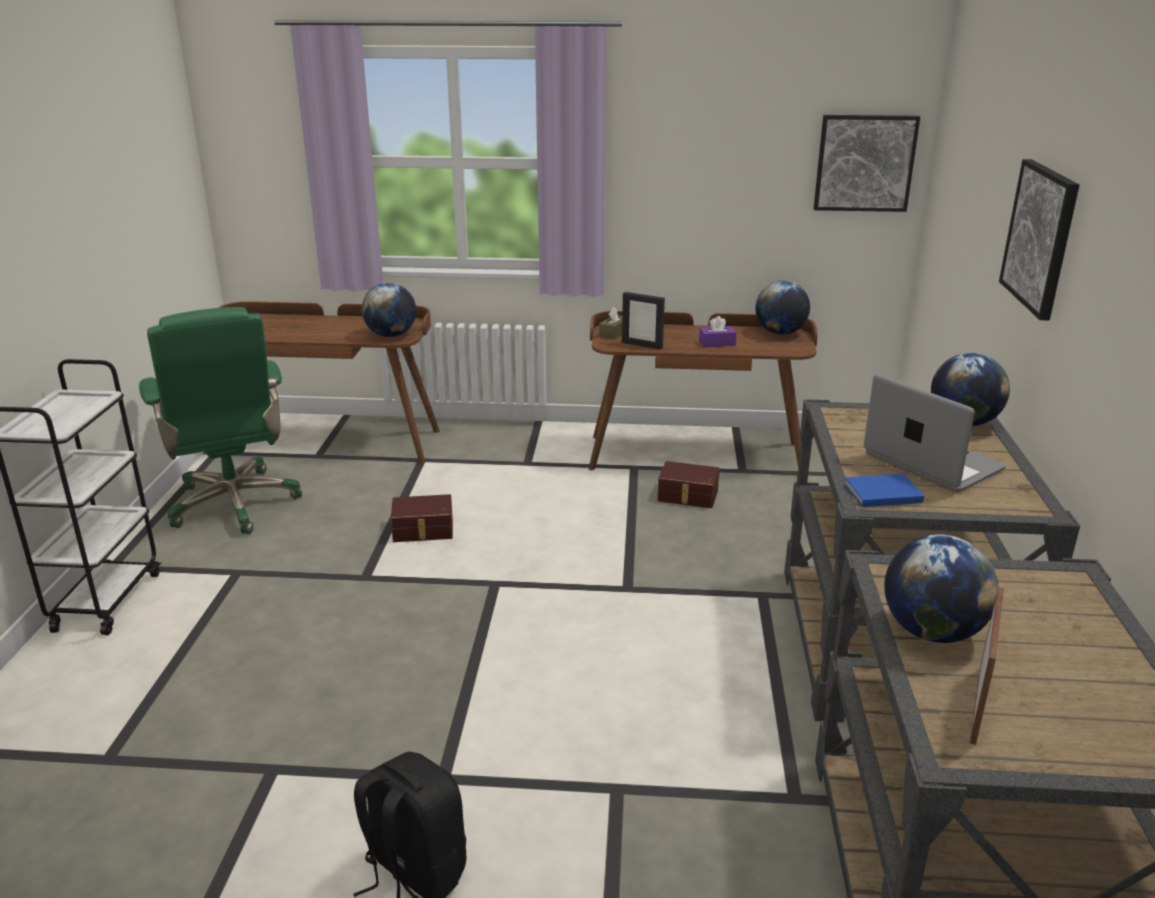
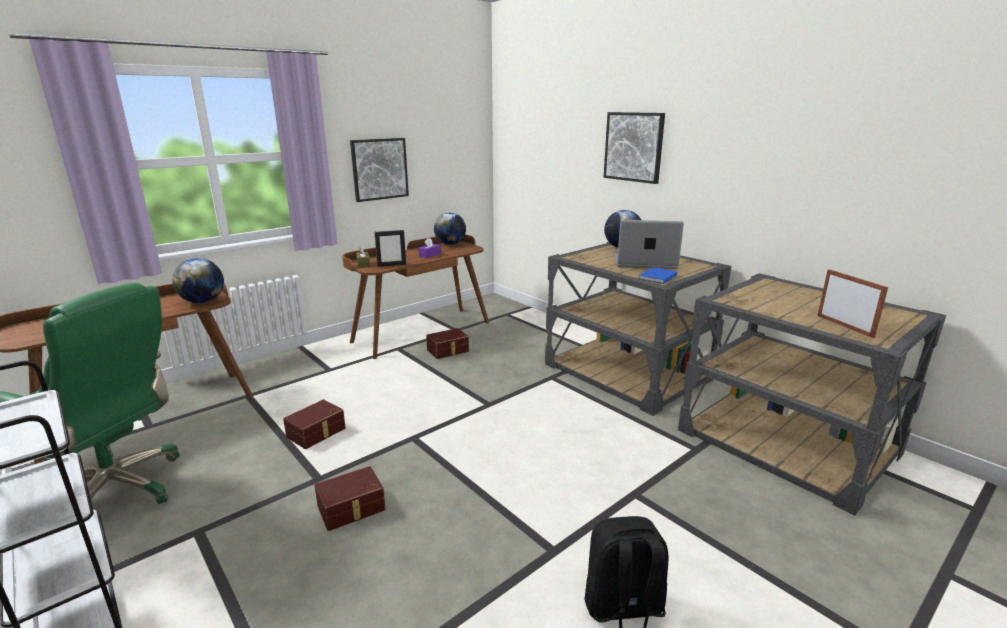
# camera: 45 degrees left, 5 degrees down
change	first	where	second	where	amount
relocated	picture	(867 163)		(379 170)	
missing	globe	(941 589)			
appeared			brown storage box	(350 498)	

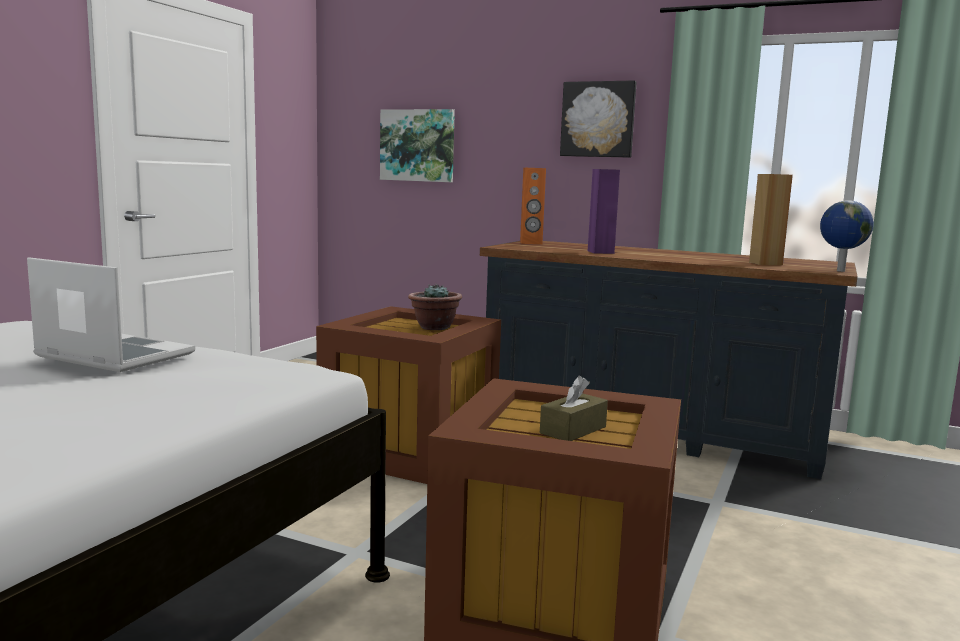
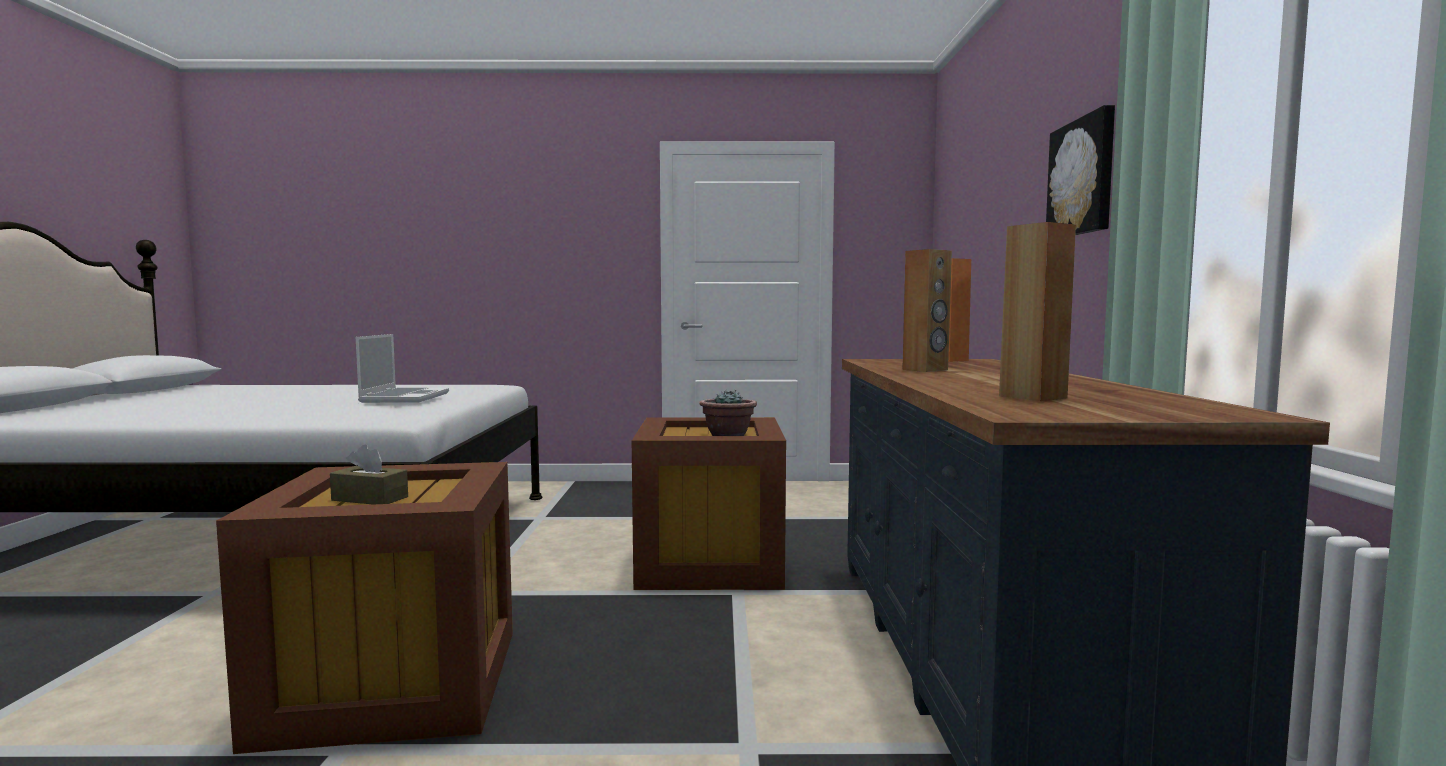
# camera: 65 degrees right, 5 degrees down
change	first	where	second	where	amount
missing	picture	(417 145)			
colour	purple speaker	(604 211)	brown speaker	(927 310)	
missing	globe	(847 236)			

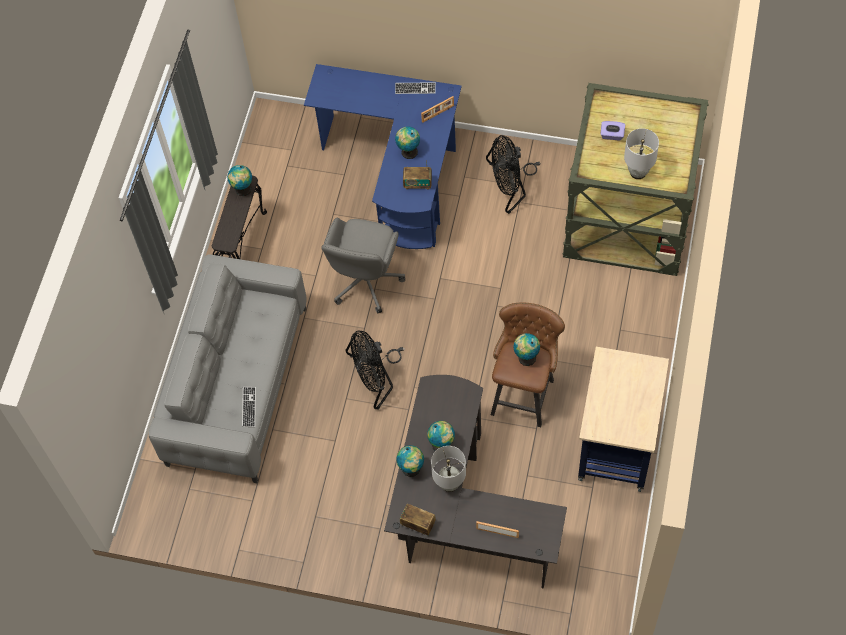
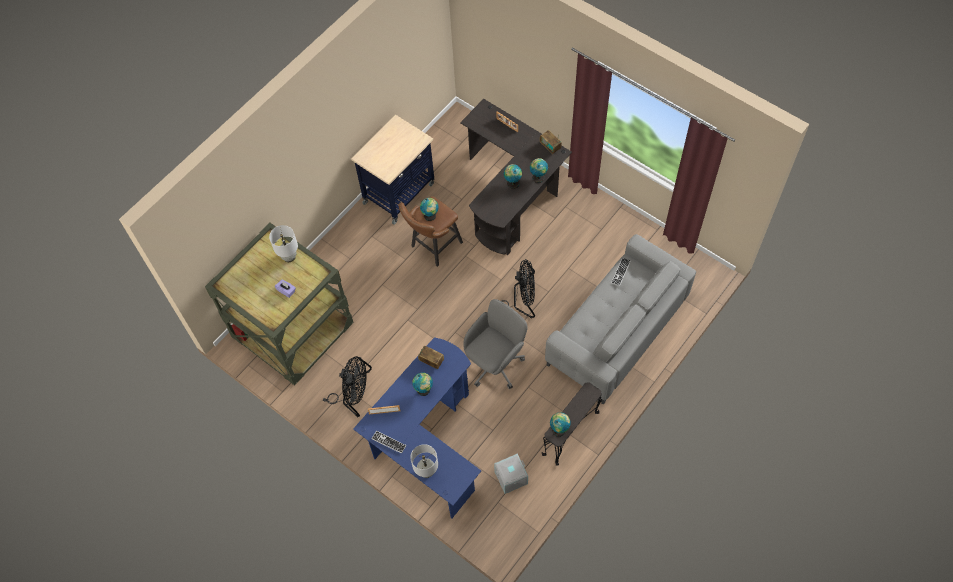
# camera: 155 degrees left, 0 degrees up
change	first	where	second	where	amount
relocated	white table lamp	(448 469)		(424 461)	
appeared			grey storage box	(511 473)	

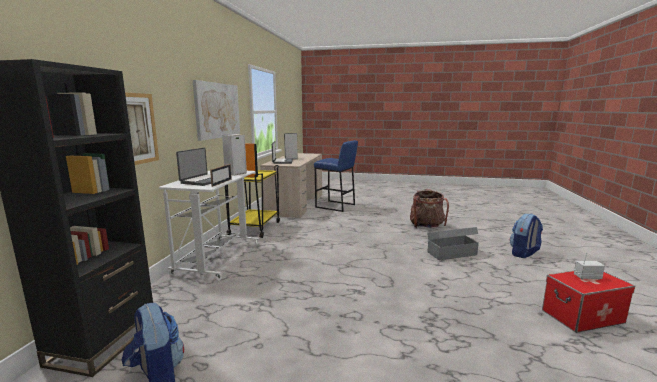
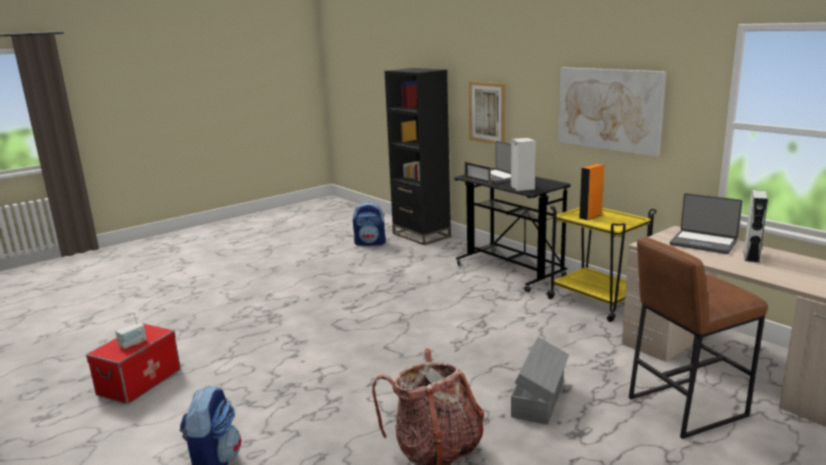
# camera: 130 degrees right, 5 degrees up
change	first	where	second	where	amount
colour	white desk	(209 226)	black desk	(512 230)	
colour	blue stool	(336 176)	brown stool	(698 338)	
relocated	grey storage box	(453 243)		(540 380)	

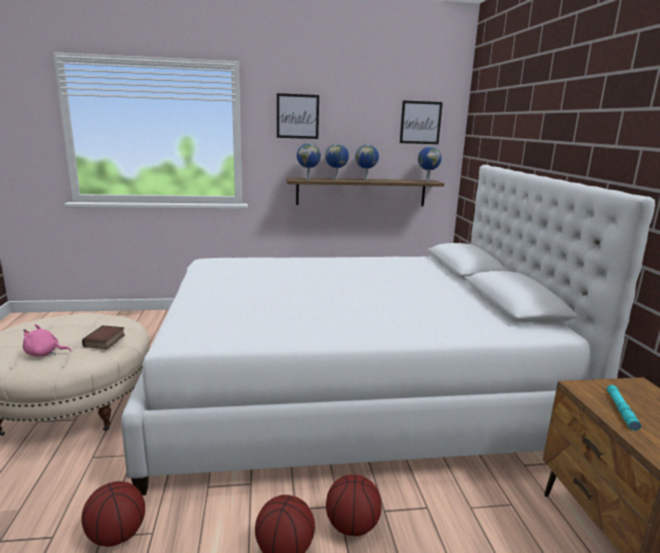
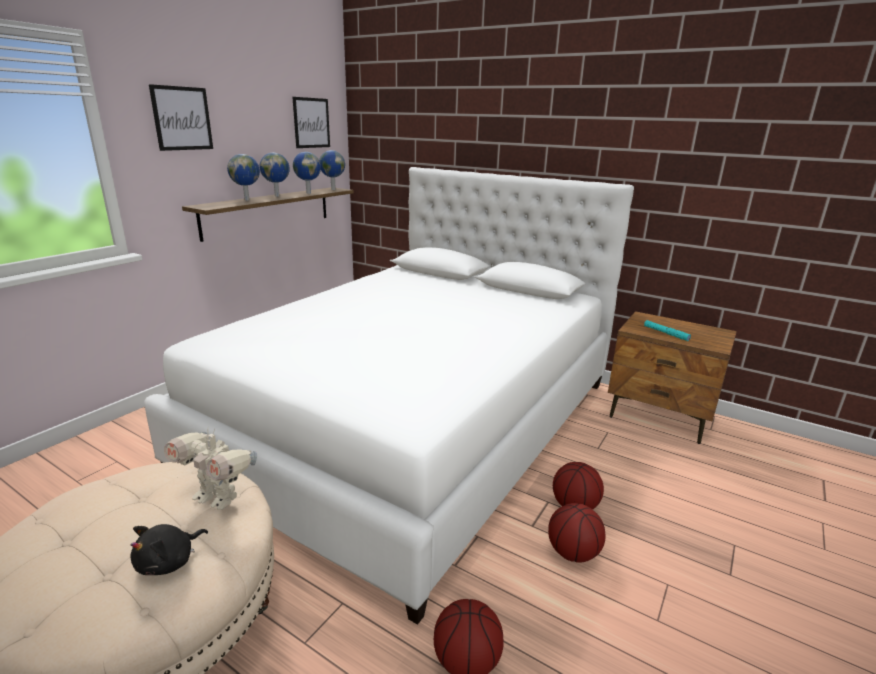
# camera: 50 degrees left, 5 degrees up
change	first	where	second	where	amount
colour	pink plush toy	(47 340)	black plush toy	(169 549)	
exchanged	book	(103 337)	toy robot	(210 469)	
relocated	globe	(309 161)		(307 173)	

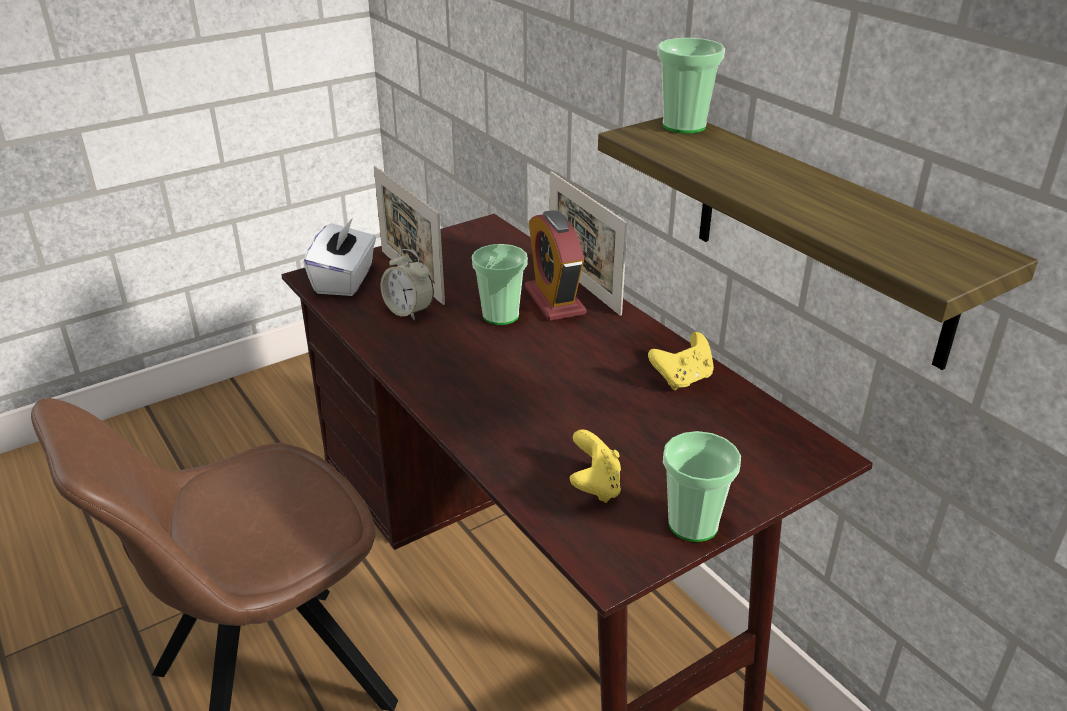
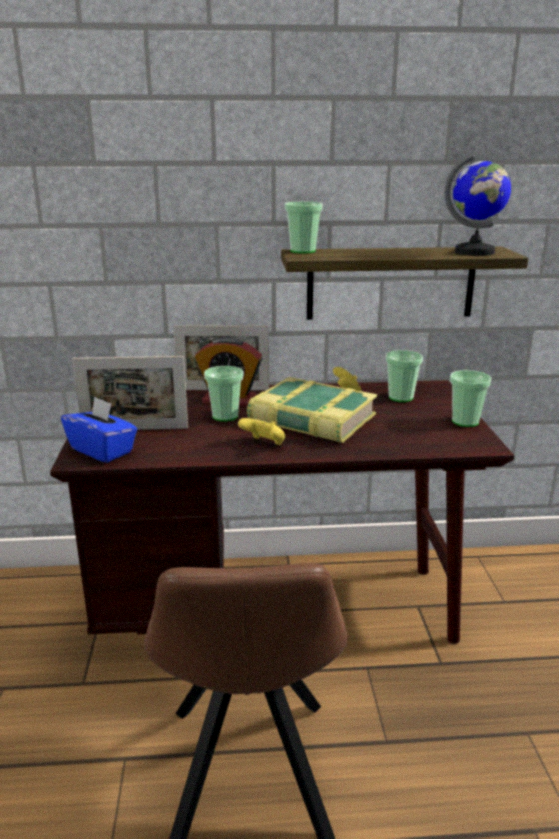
# camera: 60 degrees left, 10 degrees down
change	first	where	second	where	amount
colour	white tissue box	(339 257)	blue tissue box	(99 429)	
missing	alarm clock	(407 285)			
relocated	yellow game controller	(595 466)		(261 431)	
appeared			book	(312 410)	
appeared			cup	(404 376)	
appeared			globe	(478 204)	

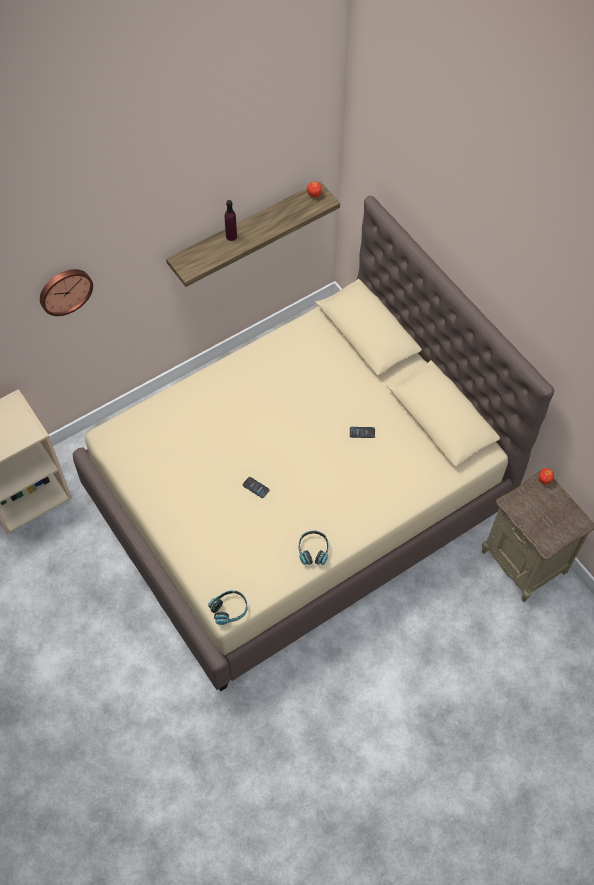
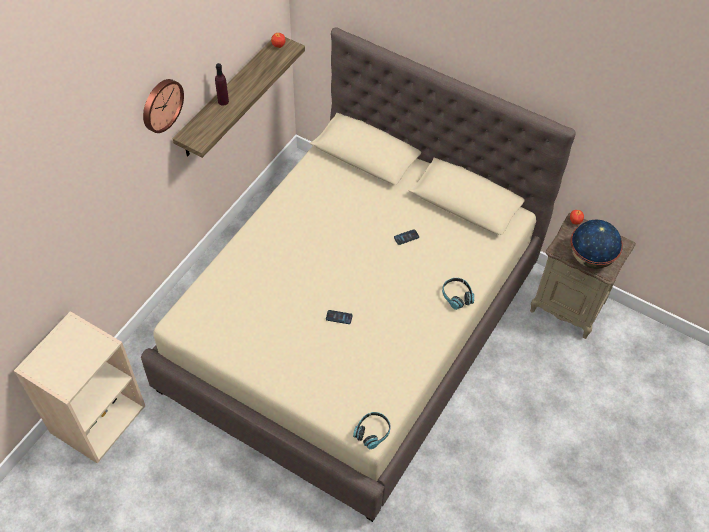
# camera: 25 degrees left, 5 degrees down
change	first	where	second	where	amount
relocated	wall clock	(66 292)		(163 106)	
relocated	headphones	(314 547)		(458 294)	
appeared			globe	(596 244)	

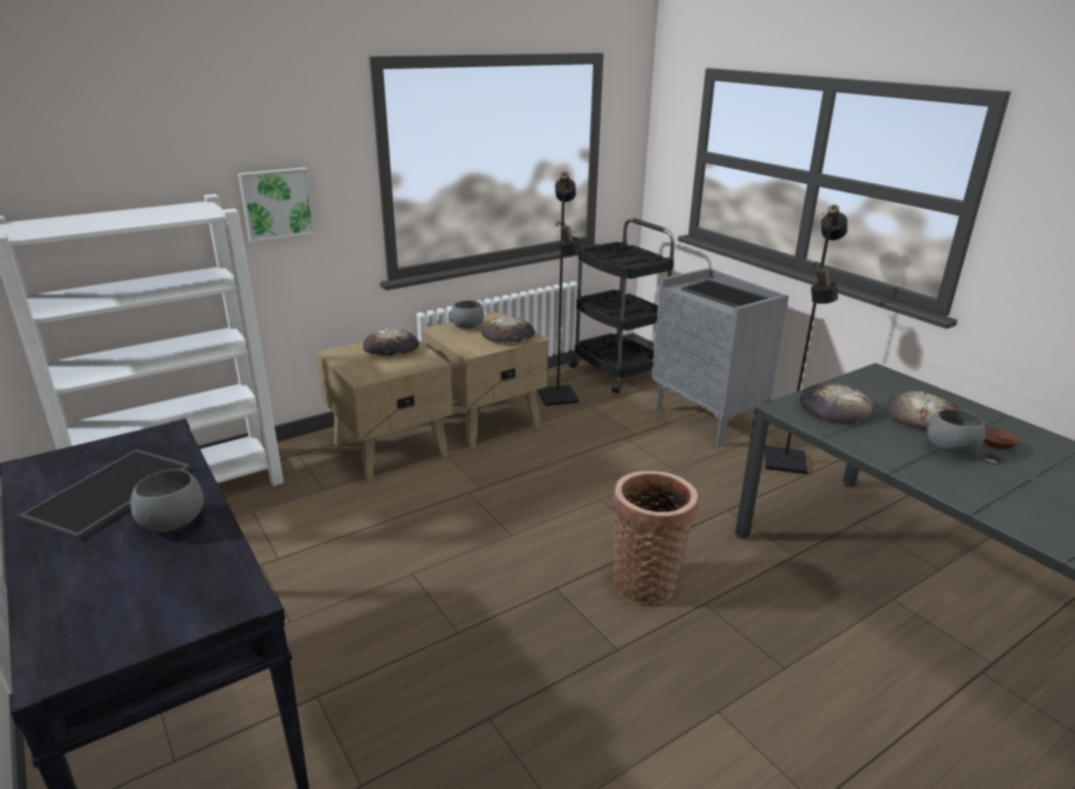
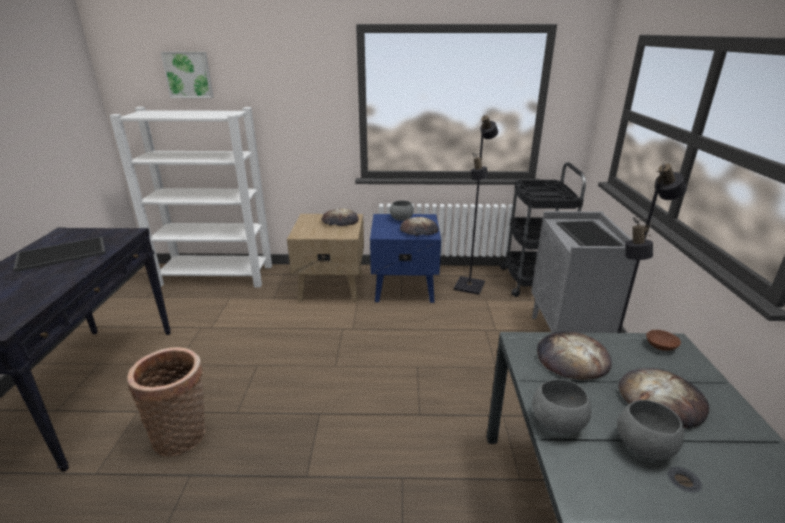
# camera: 35 degrees right, 0 degrees up
change	first	where	second	where	amount
relocated	grey bowl	(167 500)		(561 406)	
relocated	picture	(277 204)		(187 75)	
colour	beige nightstand	(484 380)	blue nightstand	(405 258)	
relocated	basket	(655 538)		(166 402)	
relocated	brown bowl	(1001 438)		(663 340)	

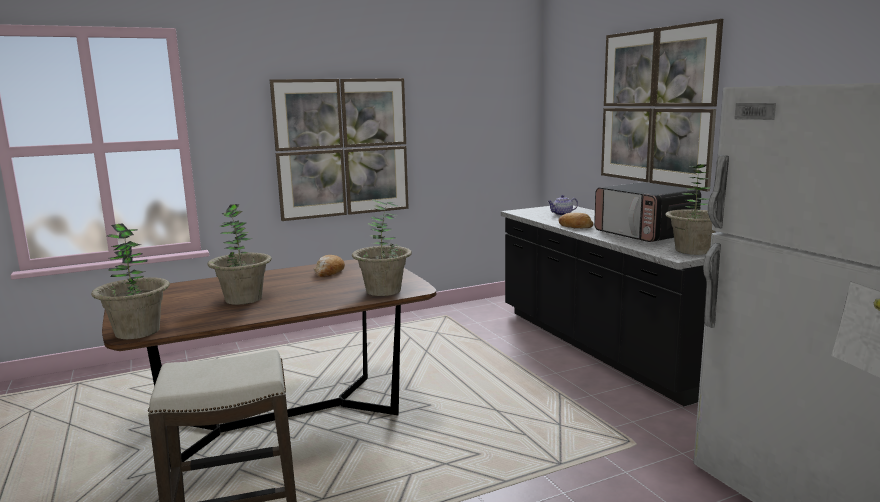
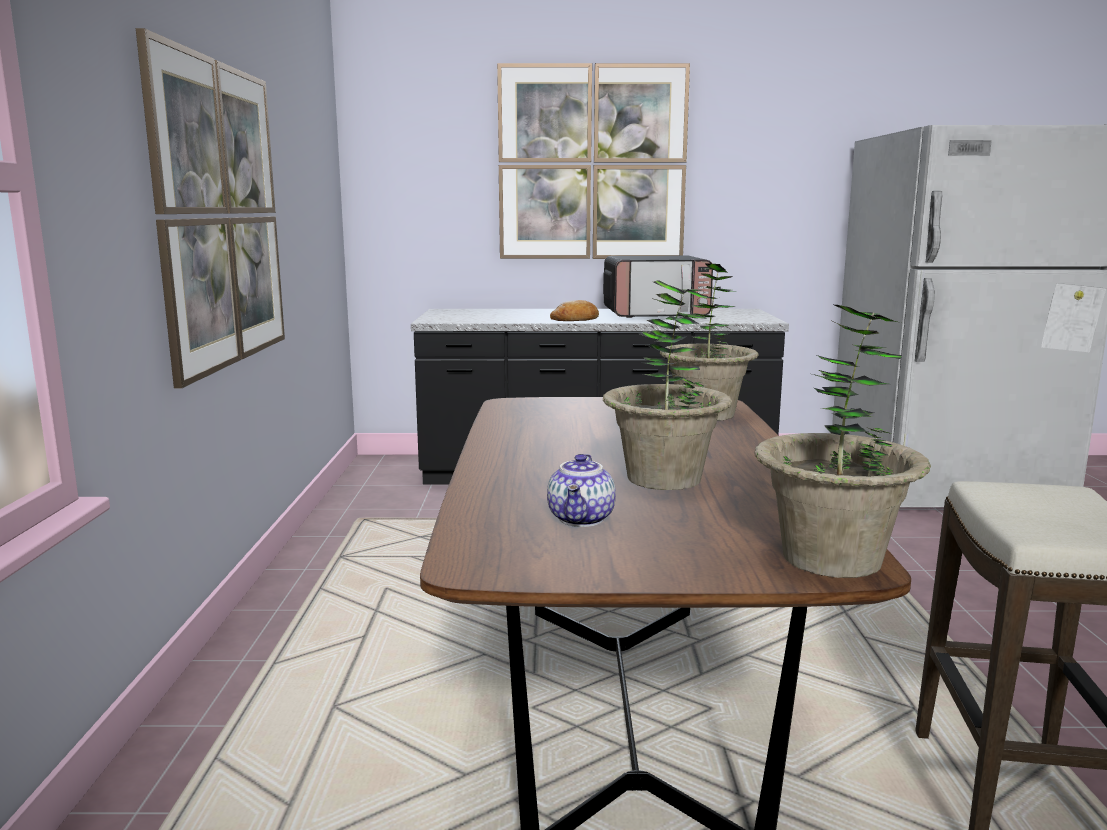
# camera: 65 degrees left, 0 degrees up
change	first	where	second	where	amount
missing	bread	(329 266)			
relocated	teapot	(562 205)		(581 490)	
missing	potted plant	(690 209)			

